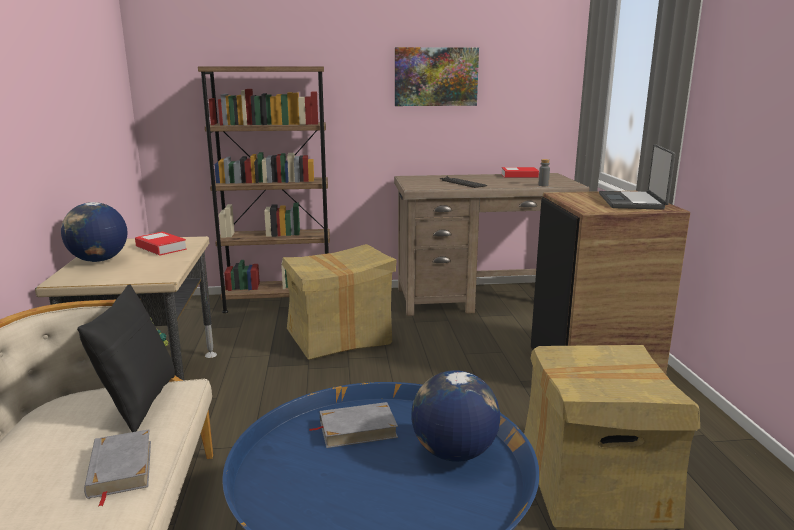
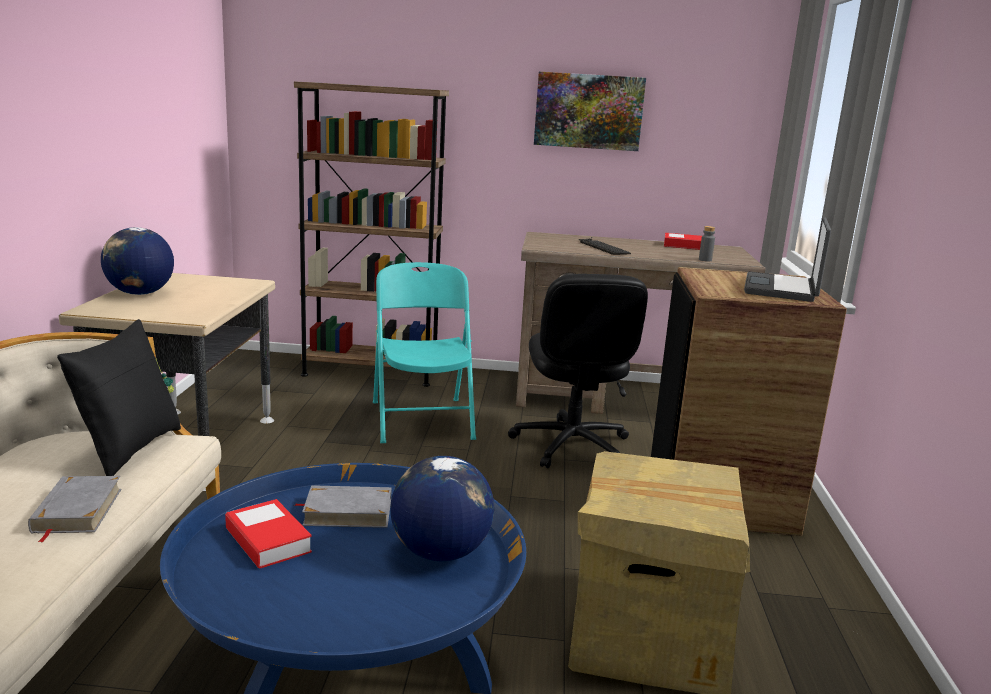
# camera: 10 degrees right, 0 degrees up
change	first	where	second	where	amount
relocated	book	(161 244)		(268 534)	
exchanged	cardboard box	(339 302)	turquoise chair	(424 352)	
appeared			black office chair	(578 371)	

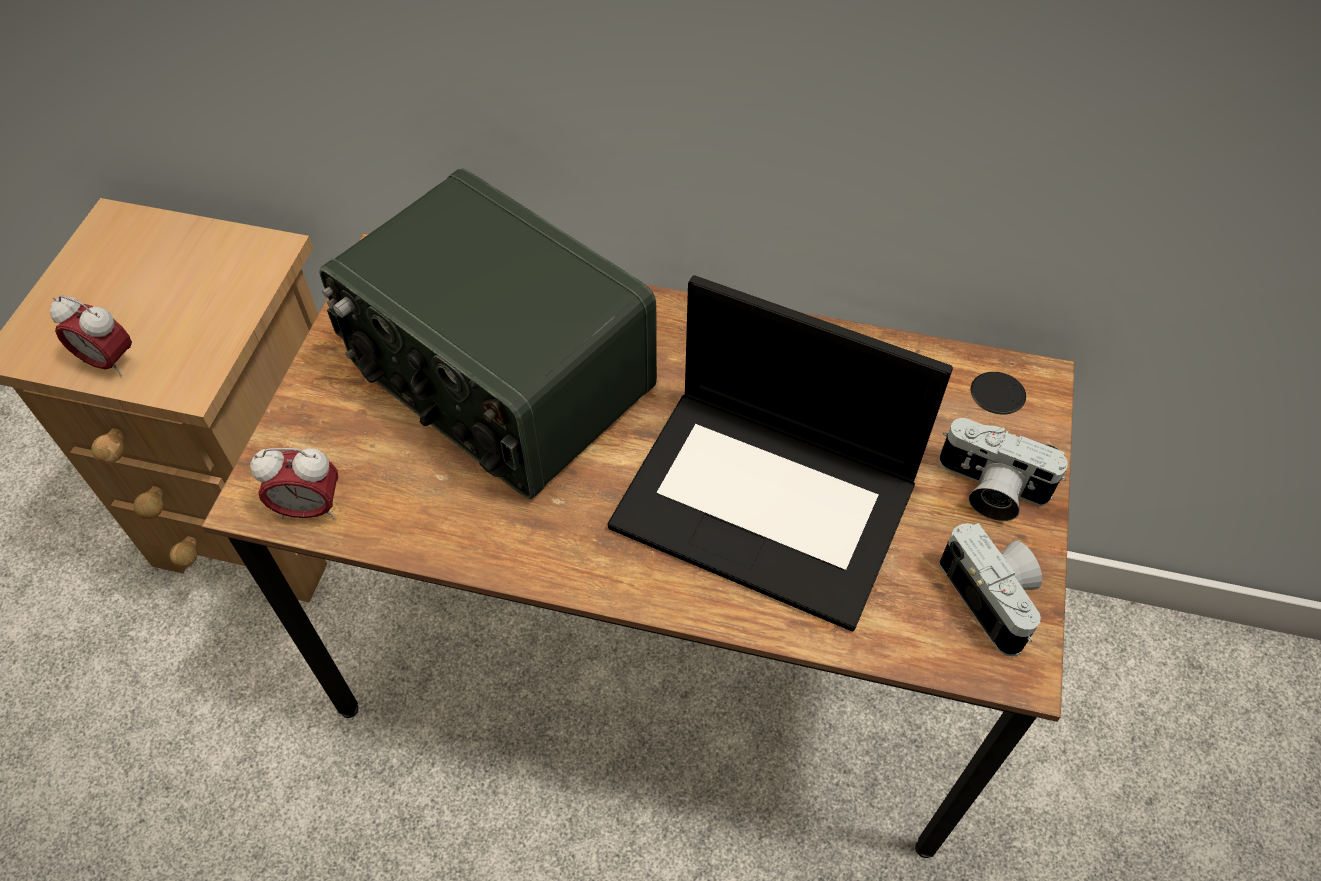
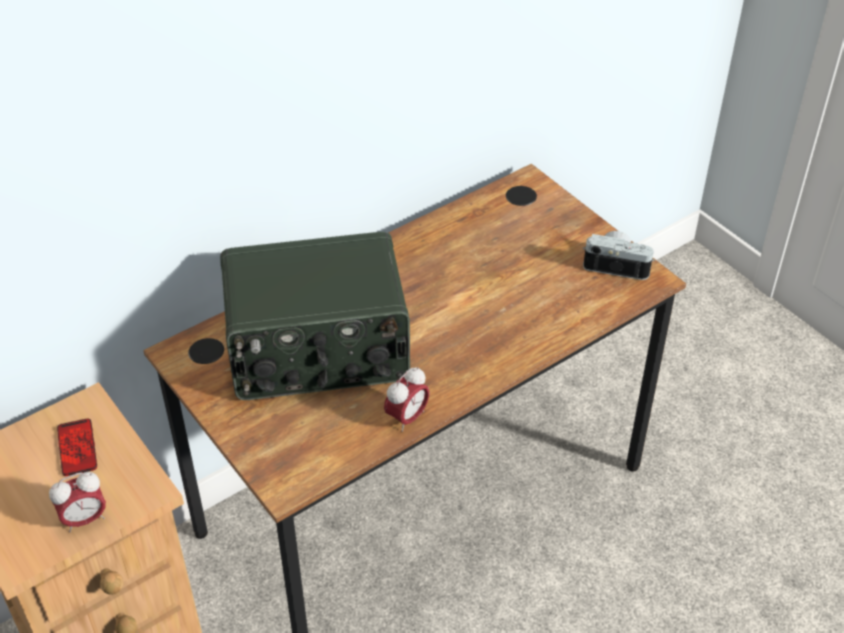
# camera: 50 degrees left, 10 degrees down
change	first	where	second	where	amount
relocated	alarm clock	(294 483)		(407 399)	
missing	laptop	(780 453)			
missing	photo camera	(1003 469)			
appeared			phone	(77 447)	

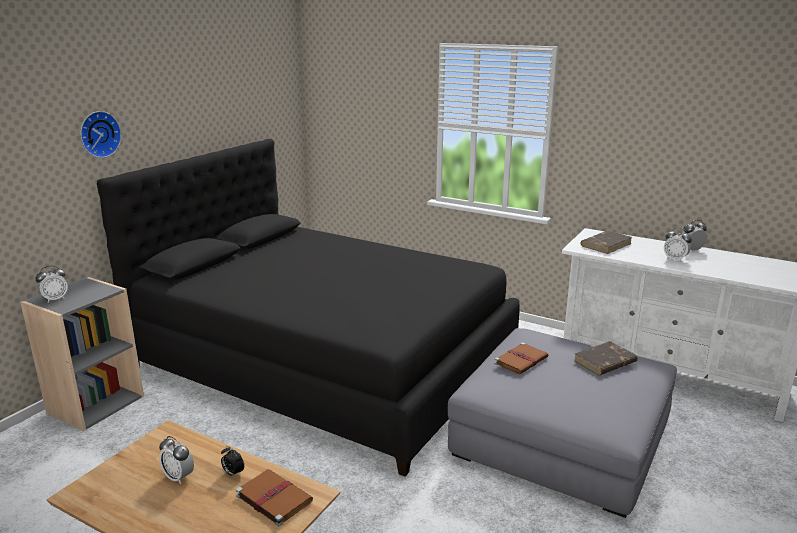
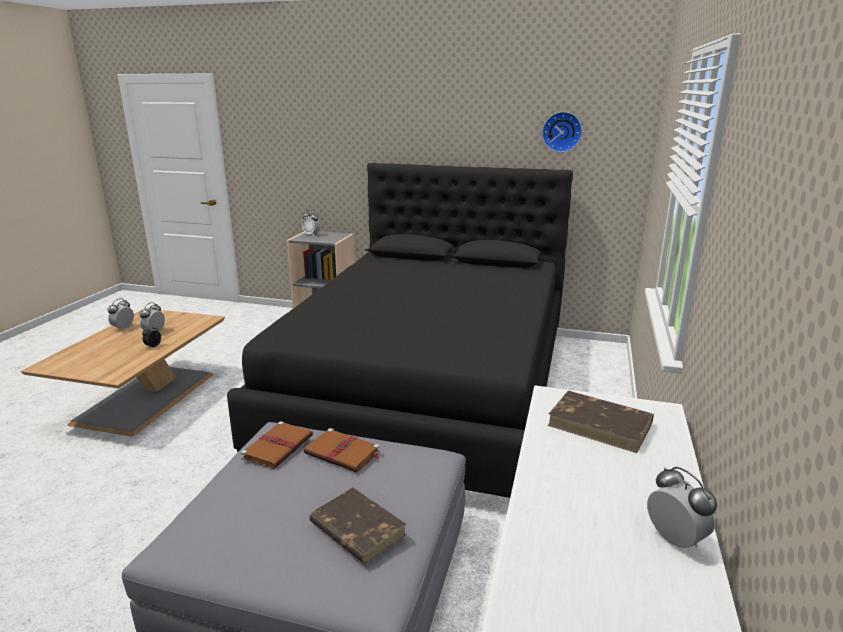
# camera: 75 degrees right, 0 degrees up
change	first	where	second	where	amount
relocated	wall clock	(101 134)		(562 132)	
relocated	brown book	(274 497)		(276 445)	
relocated	alarm clock	(678 245)		(120 314)	

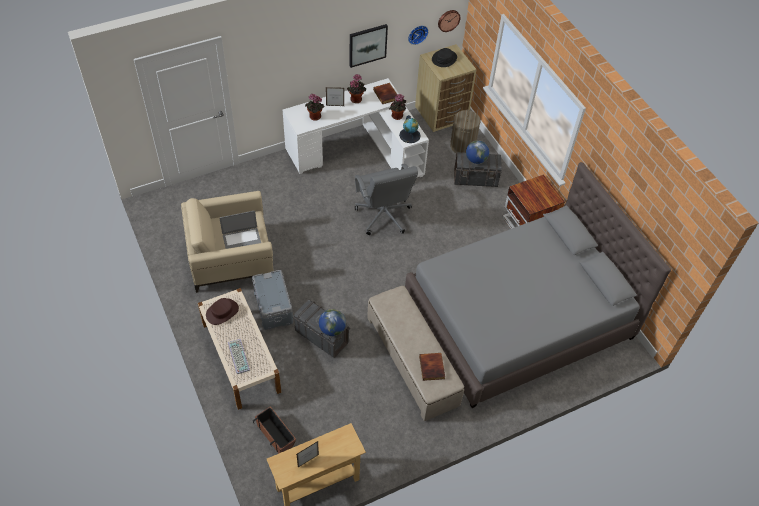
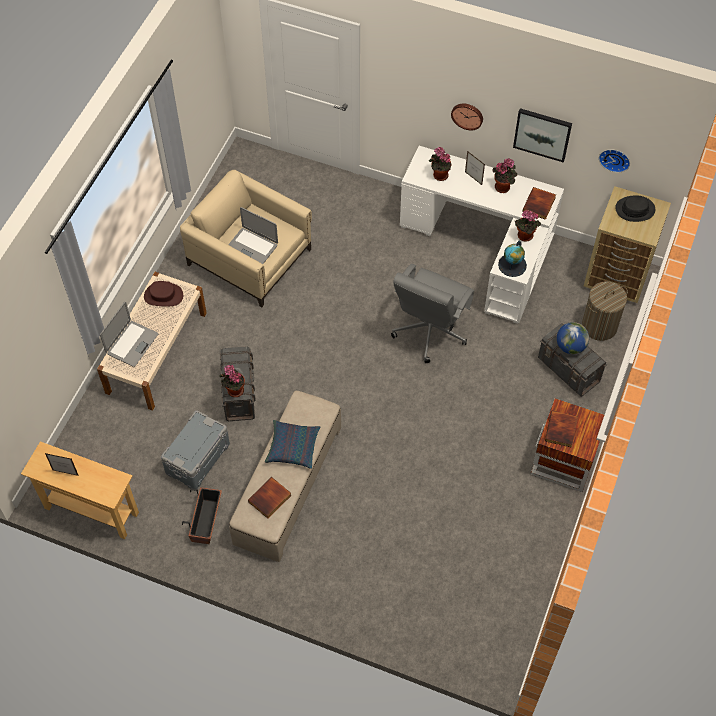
# camera: 50 degrees right, 5 degrees up
change	first	where	second	where	amount
exchanged	keyboard	(239 356)	laptop	(129 334)	
relocated	grey storage box	(272 300)		(195 450)	
relocated	planter	(274 429)		(202 515)	
exchanged	globe	(332 322)	potted plant	(232 381)	
missing	grey bed	(538 285)			
relocated	wall clock	(449 21)		(467 117)	
appeared			blue pillow	(292 444)	
appeared			book	(561 429)	

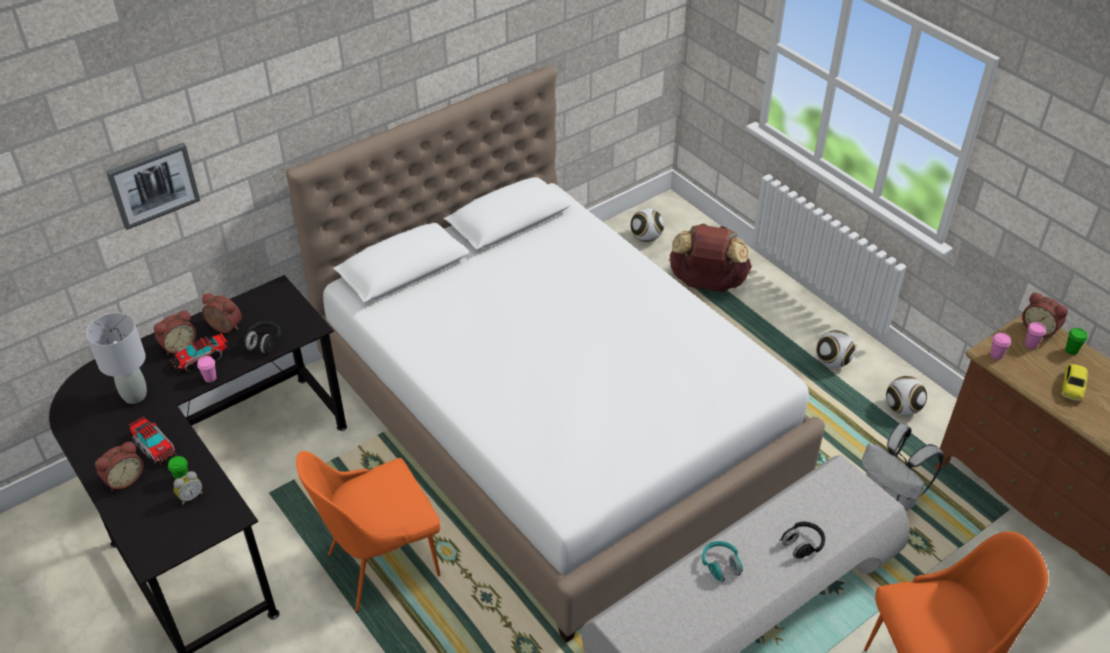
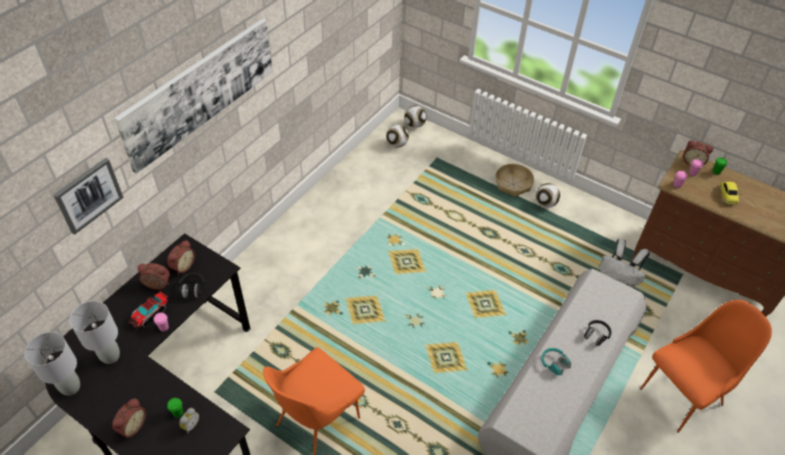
# camera: 20 degrees left, 5 degrees up
change	first	where	second	where	amount
missing	toy truck	(153 441)			
relocated	alarm clock	(175 333)		(181 257)	
missing	white bed	(555 354)			
missing	brown backpack	(710 257)			
relocated	football	(906 395)		(416 116)	
appeared			grey table lamp	(52 364)	
appeared			picture	(193 96)	
appeared			basket	(515 180)	

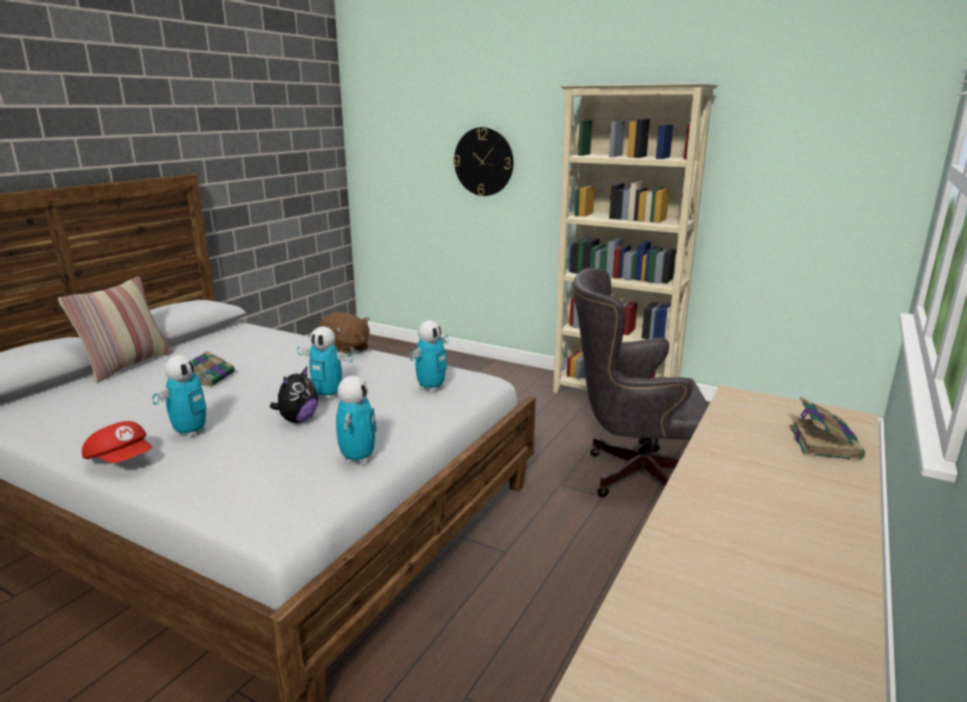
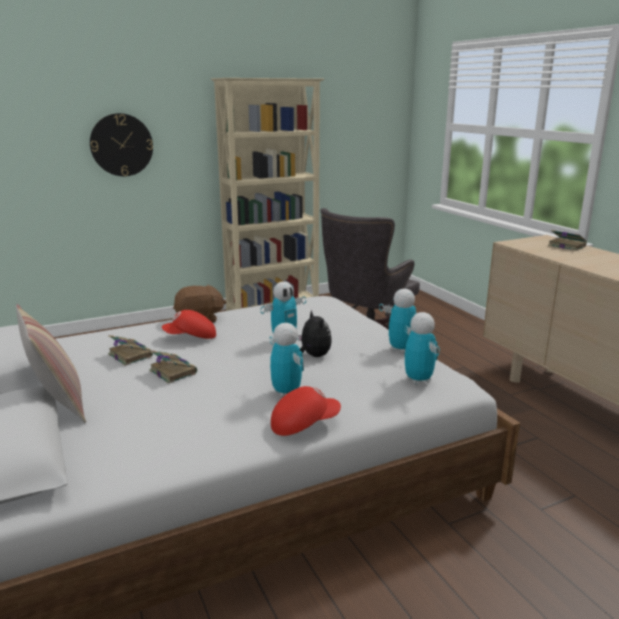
# camera: 55 degrees left, 0 degrees up
change	first	where	second	where	amount
relocated	toy robot	(429 356)		(422 348)	
appeared			book	(130 350)	
appeared			red cap	(189 324)	

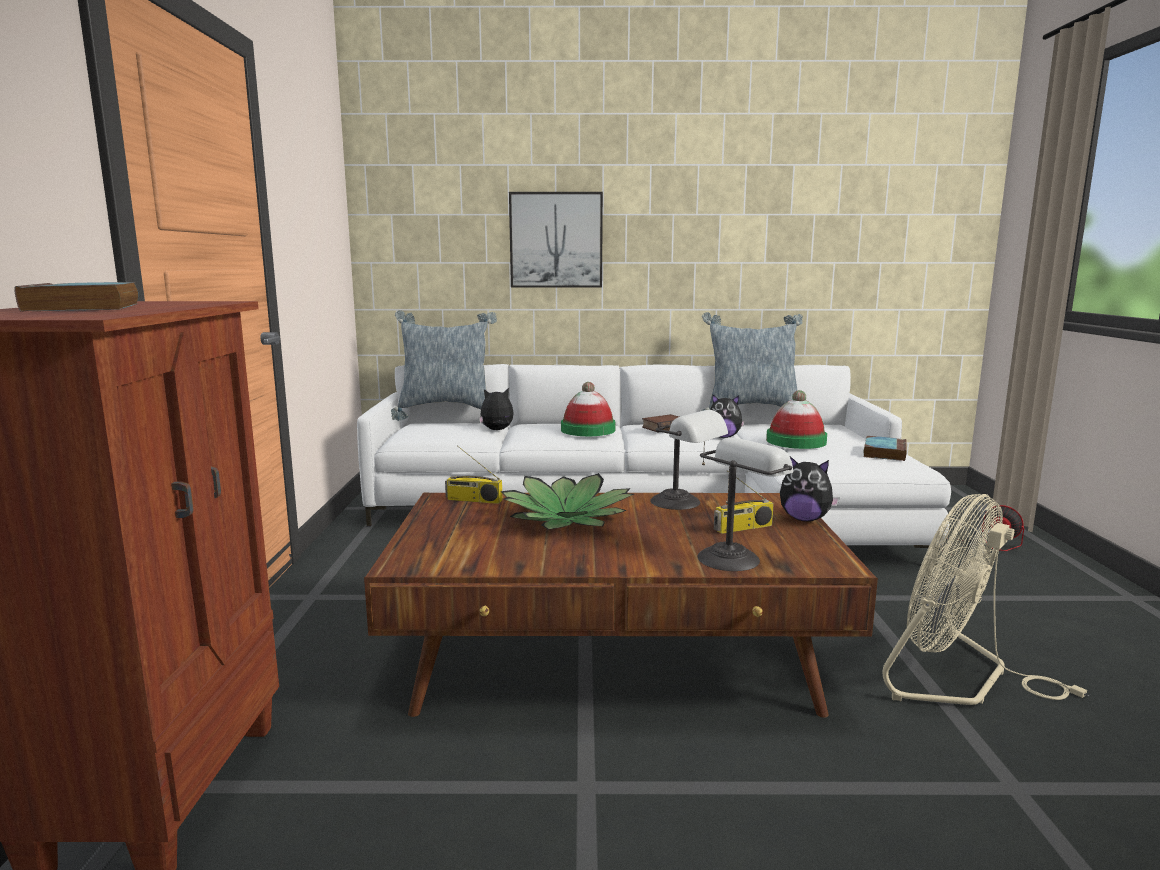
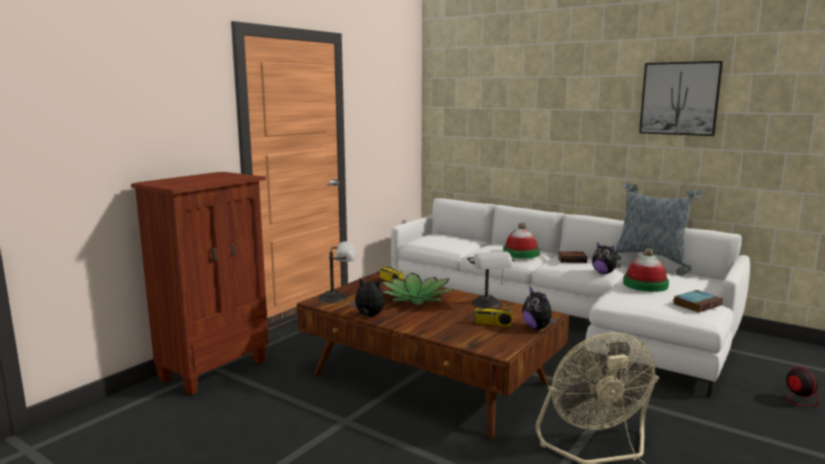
# camera: 35 degrees right, 0 degrees up
change	first	where	second	where	amount
missing	book	(76 297)			
missing	pillow	(444 367)			
relocated	plush toy	(496 409)		(367 297)	
relocated	picture	(556 240)		(681 98)	
relocated	table lamp	(745 504)		(337 272)	

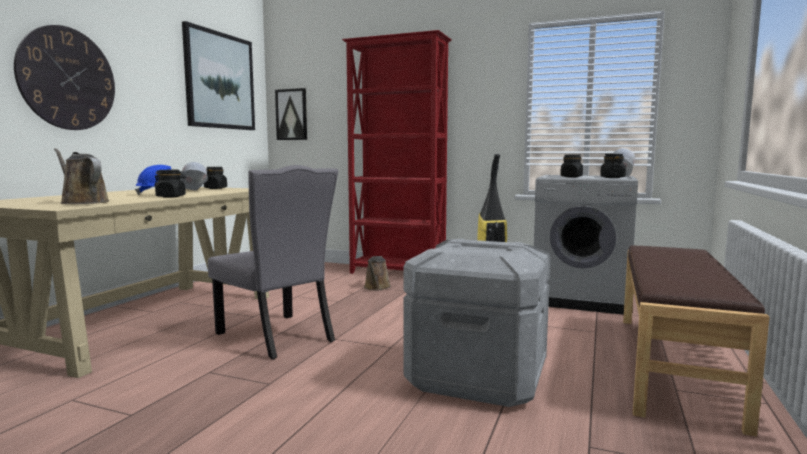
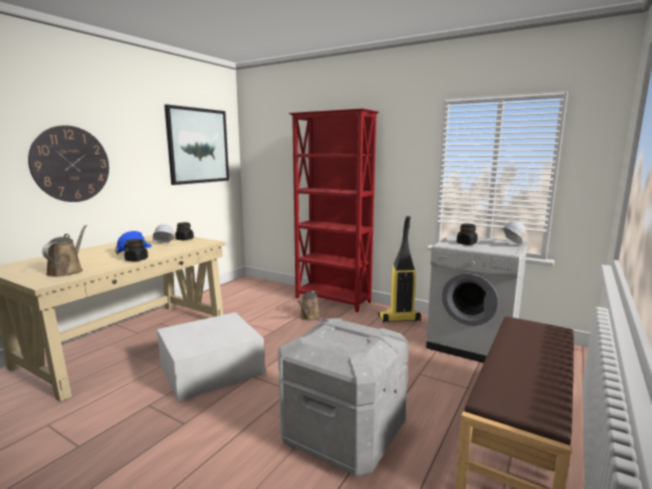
# camera: 10 degrees right, 5 degrees up
change	first	where	second	where	amount
spun	brown watering can	(81 176)		(64 251)	45 degrees clockwise
exchanged	grey chair	(273 262)	white storage box	(211 356)	
missing	picture	(291 114)			
missing	black jar	(613 166)			

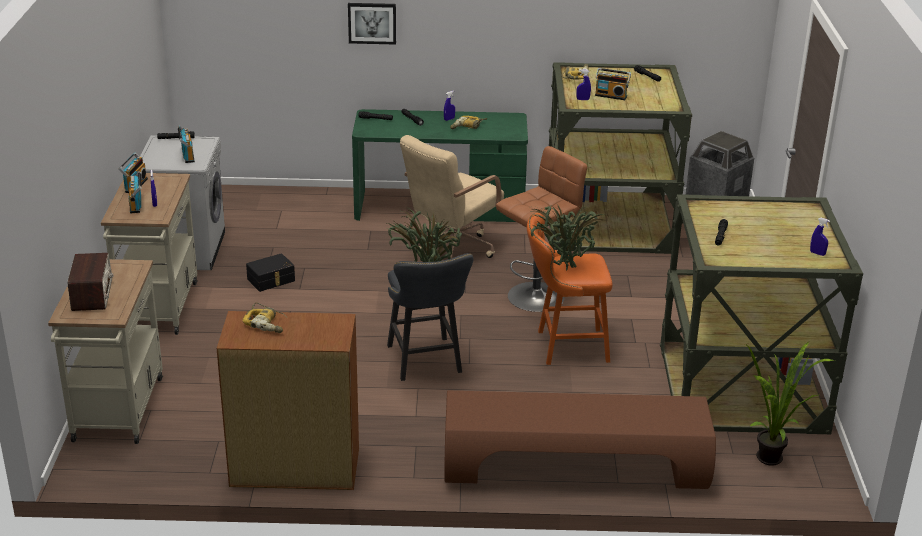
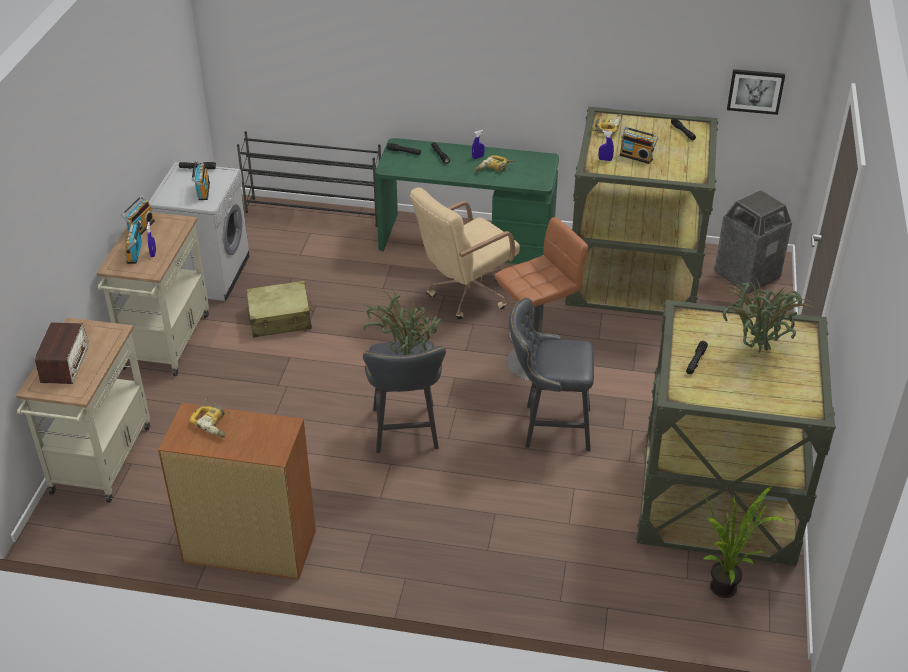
# camera: 10 degrees right, 10 degrees up
change	first	where	second	where	amount
exchanged	black storage box	(270 272)	beige suitcase	(280 309)	
relocated	picture	(372 24)		(756 92)	
missing	brown bench	(580 440)			
colour	orange stool	(570 288)	grey stool	(551 374)	
relocated	potted plant	(568 236)		(767 315)	
missing	blue spray bottle	(820 237)			
appeared			black shoe rack	(309 179)	

